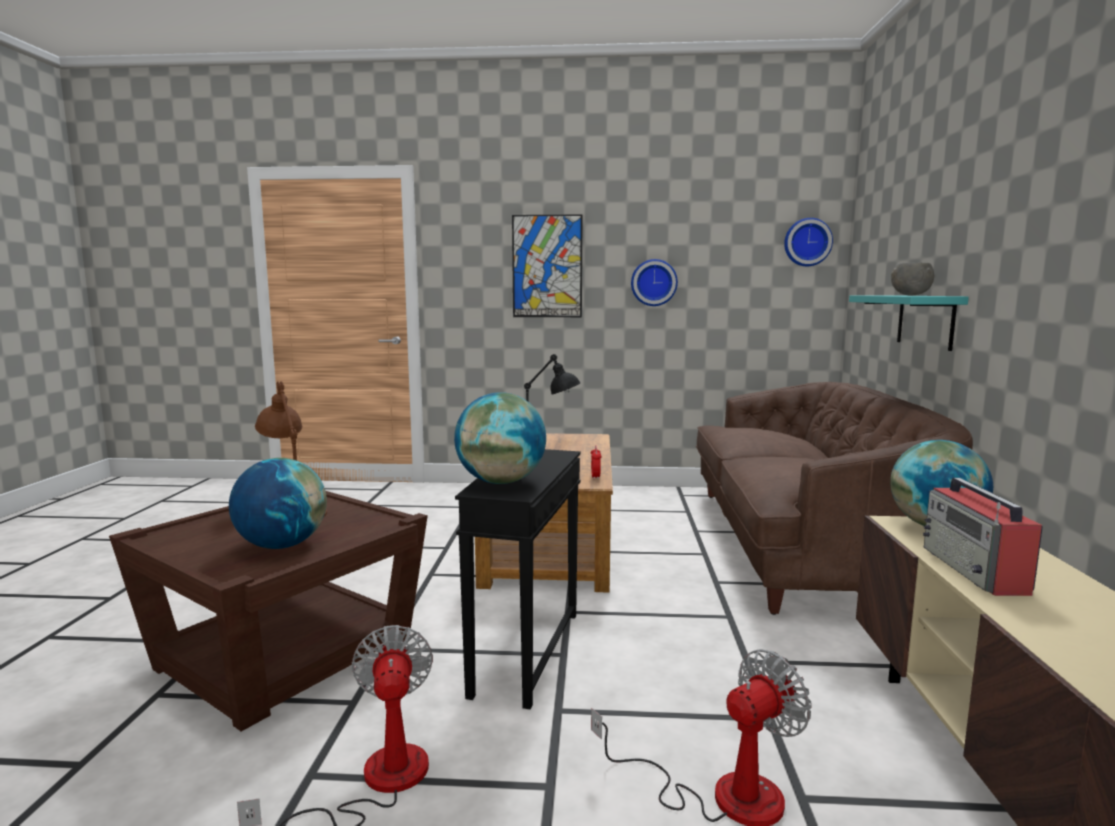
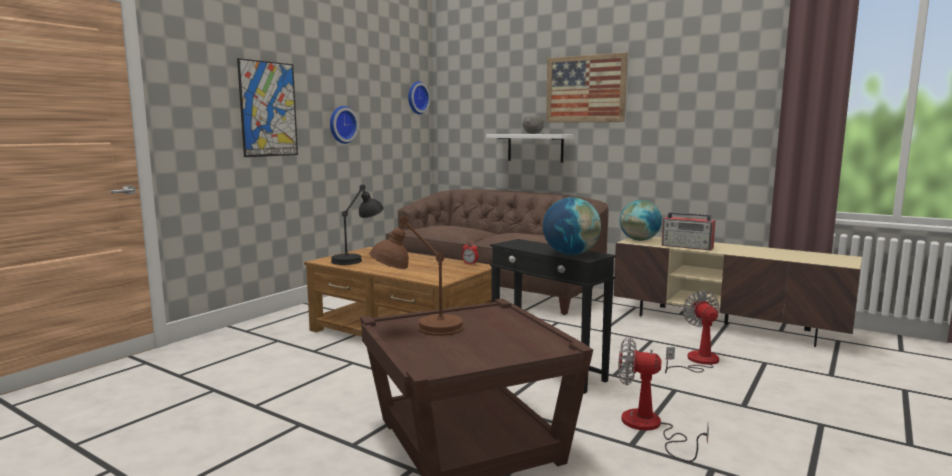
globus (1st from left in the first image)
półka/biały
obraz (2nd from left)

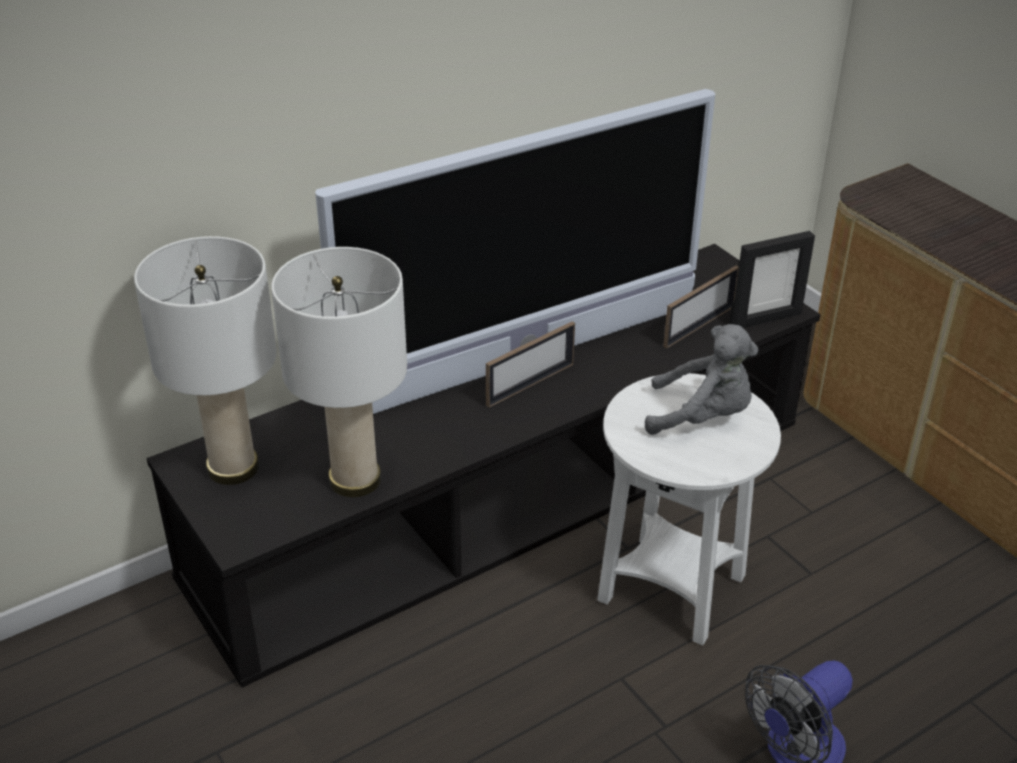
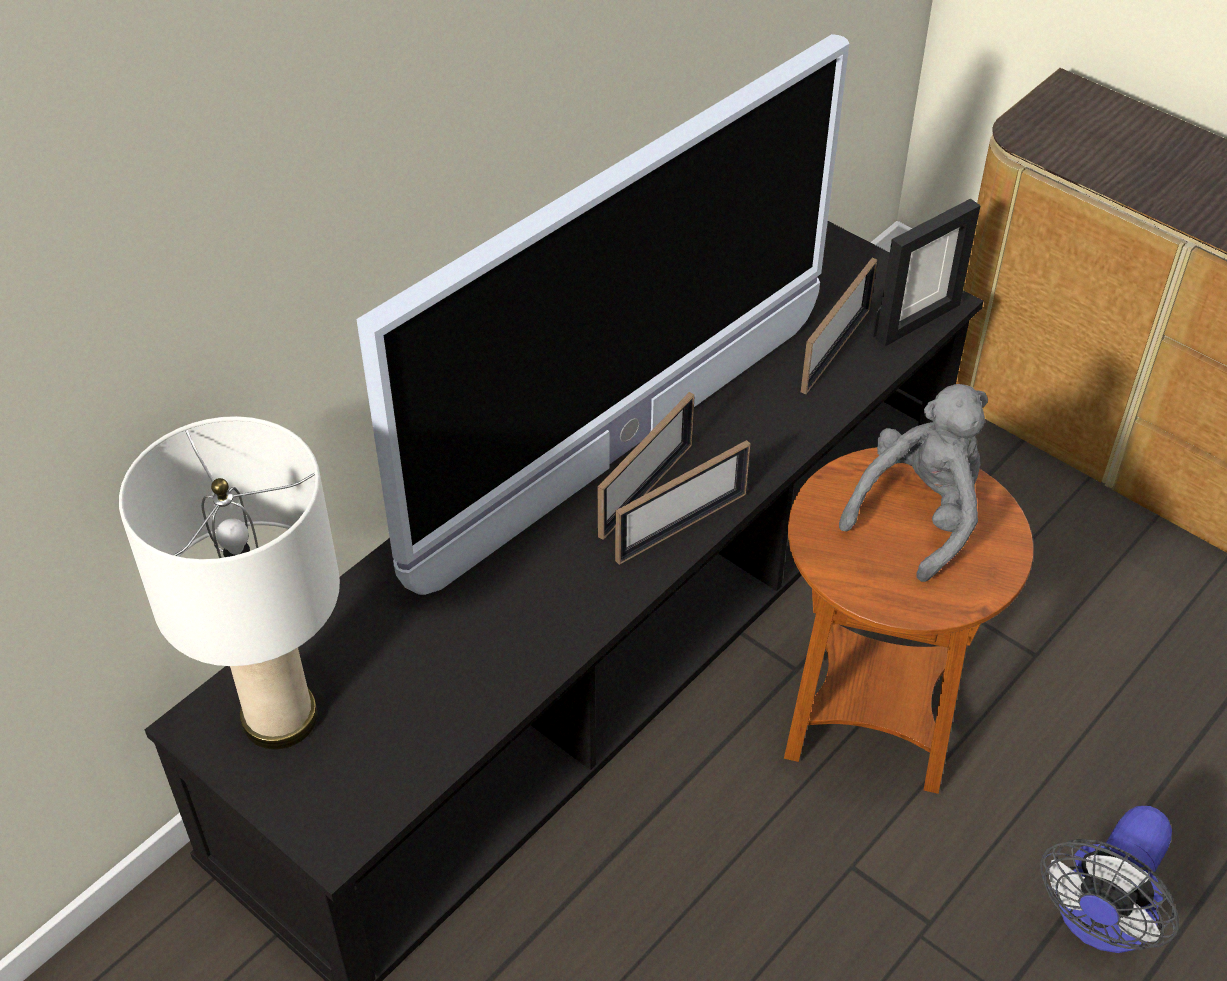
lampa stołowa/biały (2nd from left in the first image)
stolik/brązowy
pluszak/szary
ramka na zdjęcie (2nd from left)

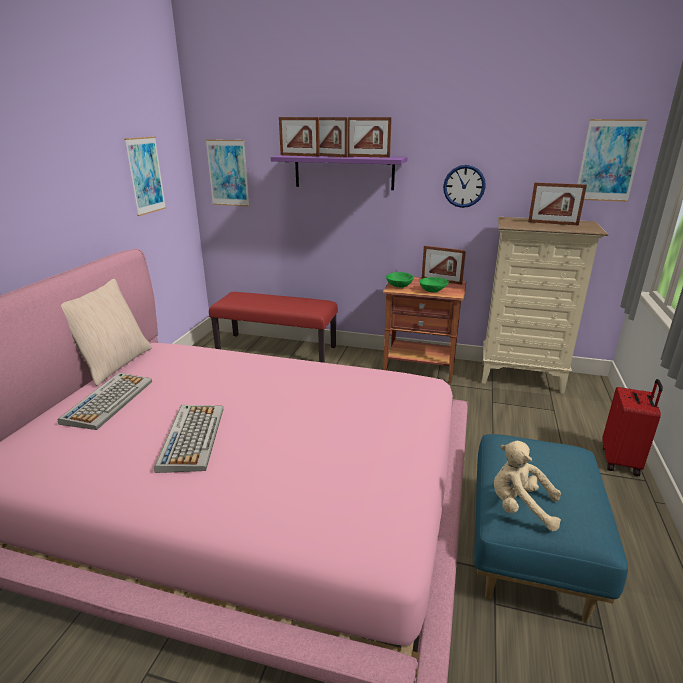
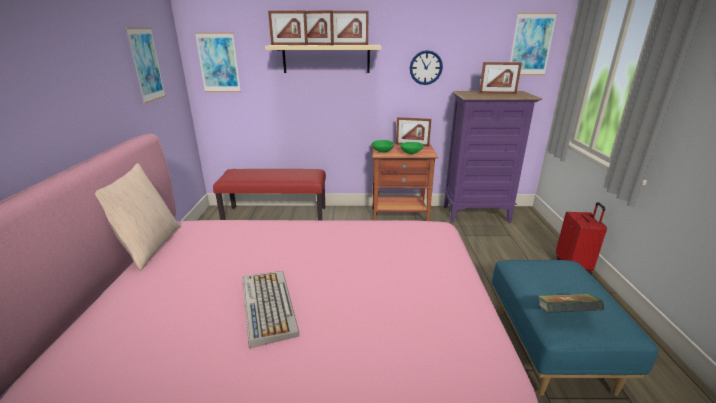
klawiatura (1st from left in the first image)
półka/beżowy
komoda/fioletowy
książka

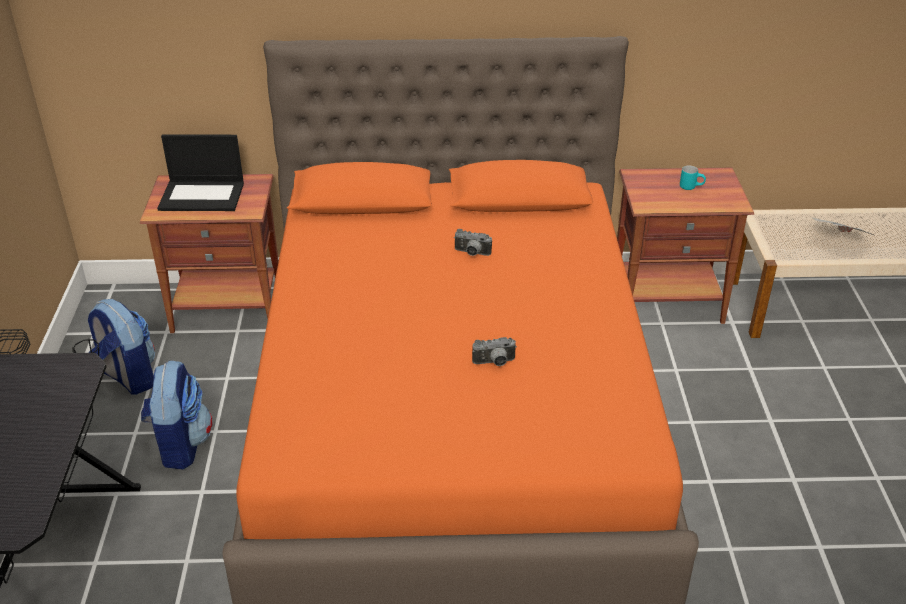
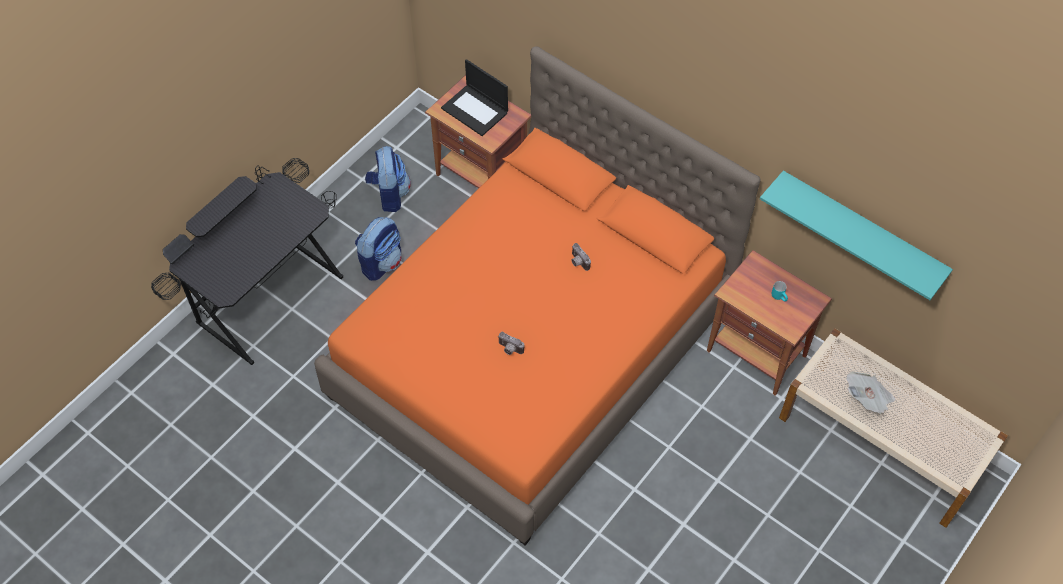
półka/turkusowy

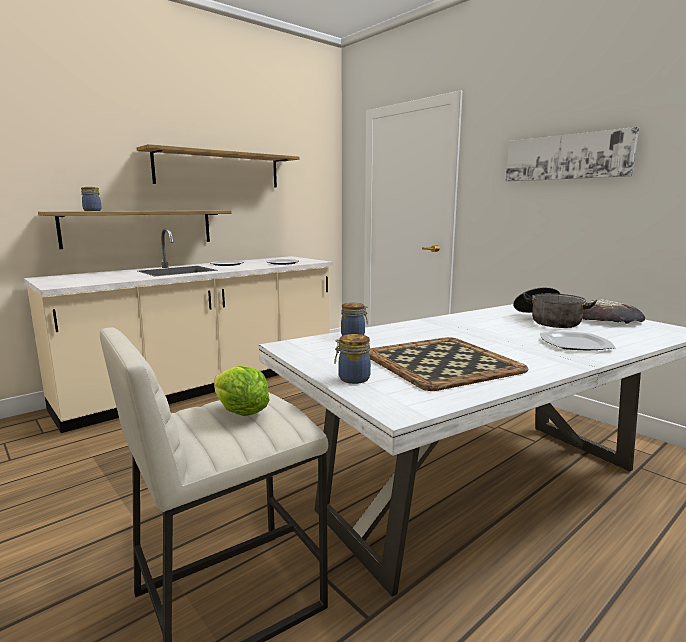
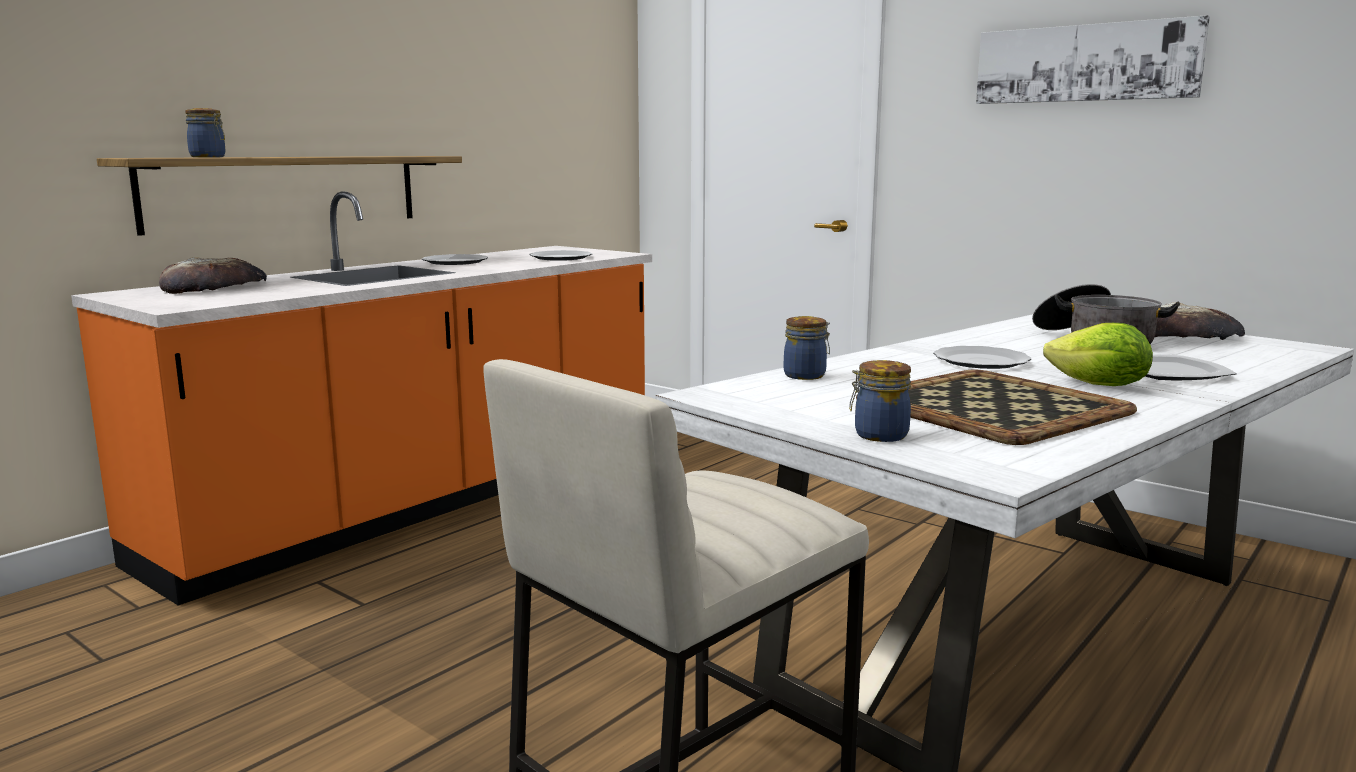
zabudowa kuchenna/pomarańczowy
półka (2nd from left in the first image)
sałata
chleb (1st from left)
talerz (3rd from left)

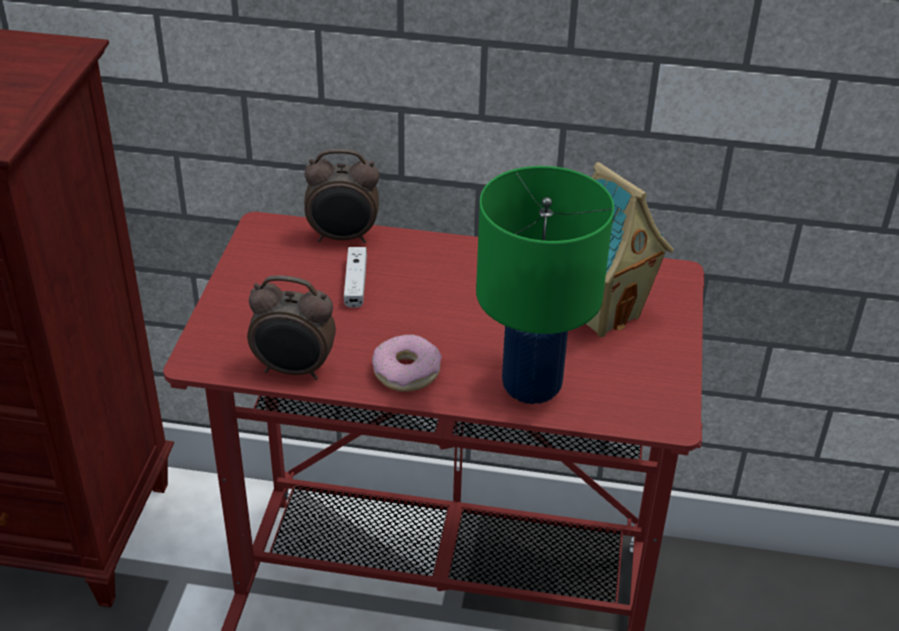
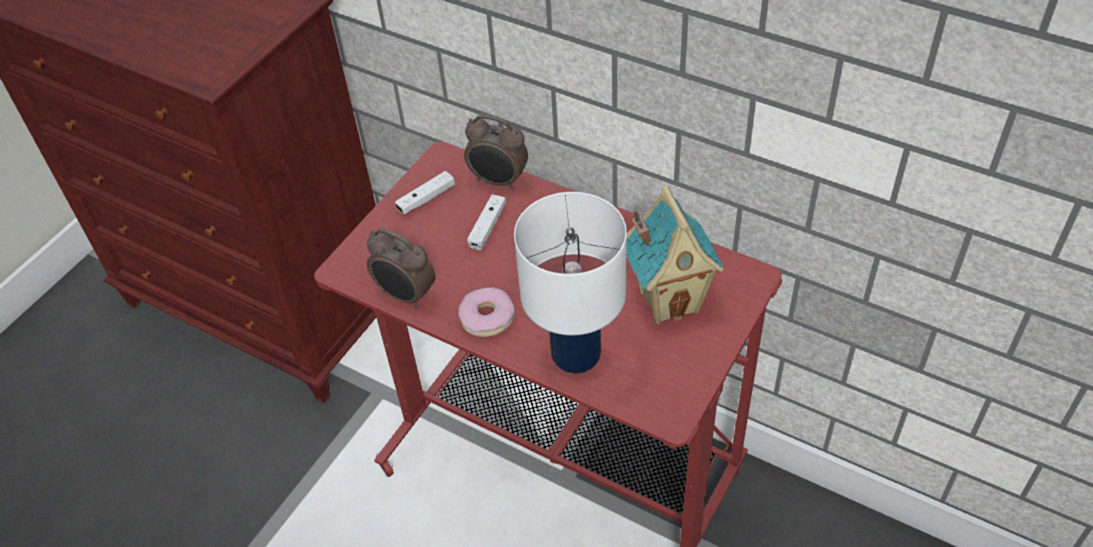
lampa stołowa/biały
pad do gier/biały (1st from left)

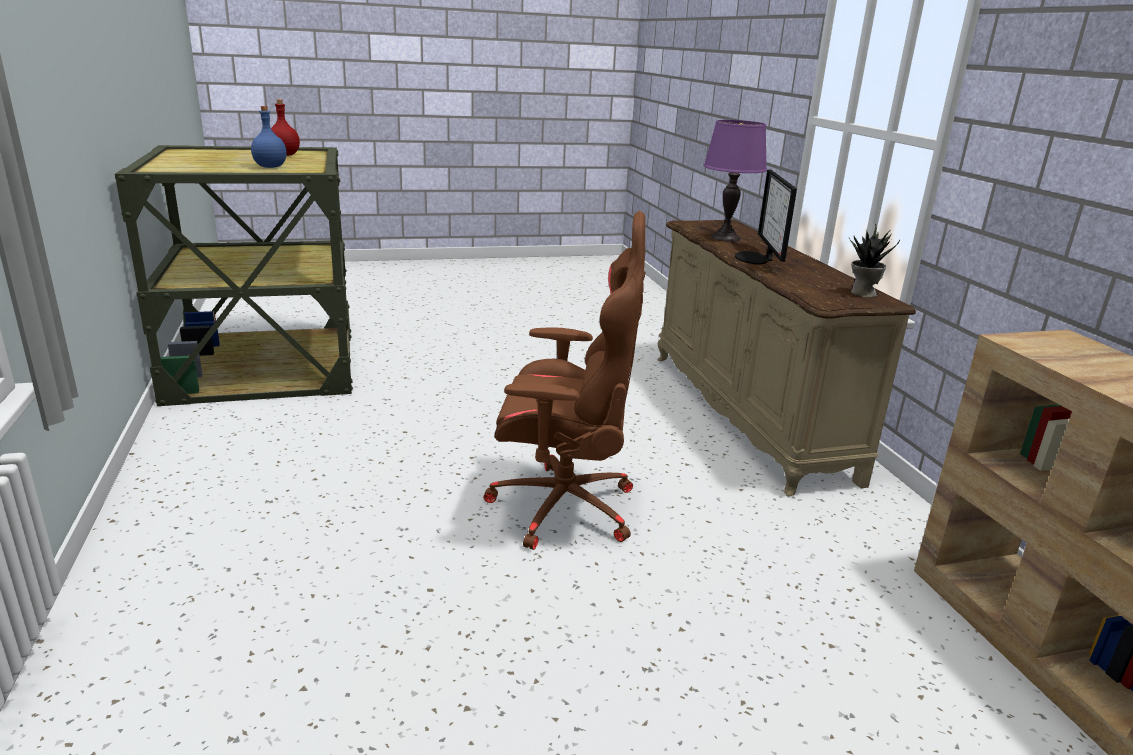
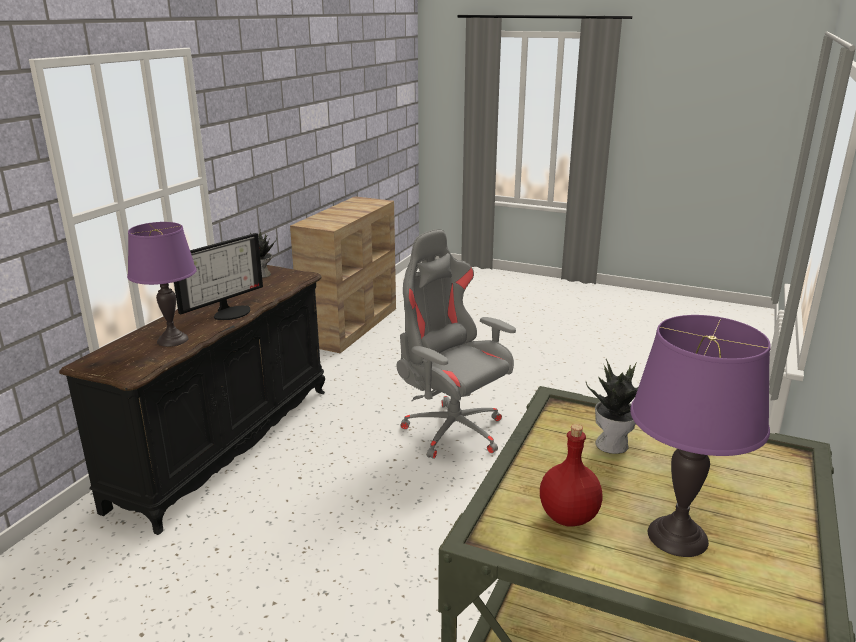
roślina doniczkowa (2nd from left)
krzesło biurowe/szary
szafka/czarny
lampa stołowa/fioletowy (2nd from left)

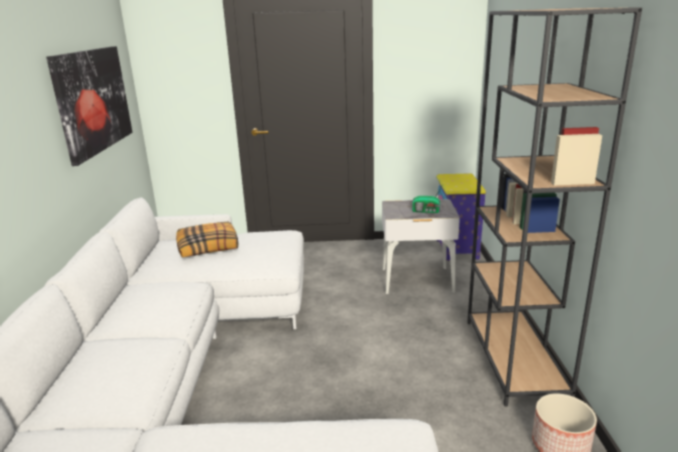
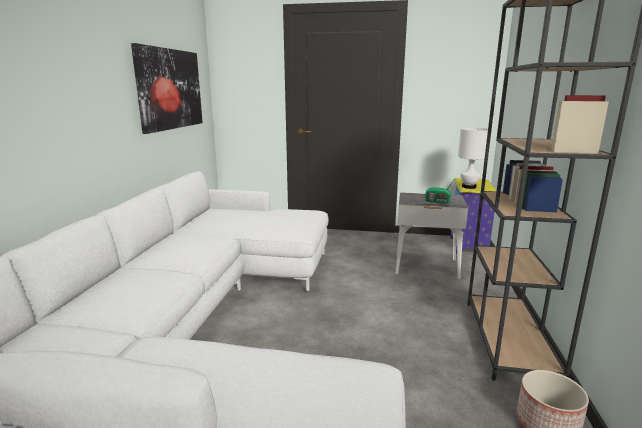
poduszka
lampa stołowa/biały

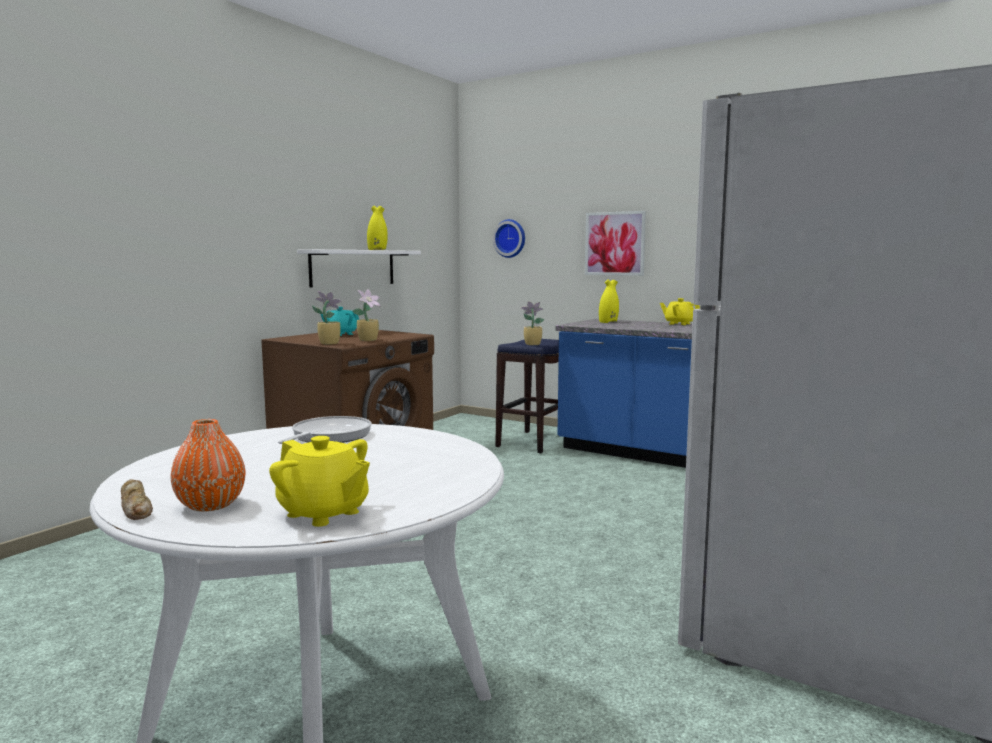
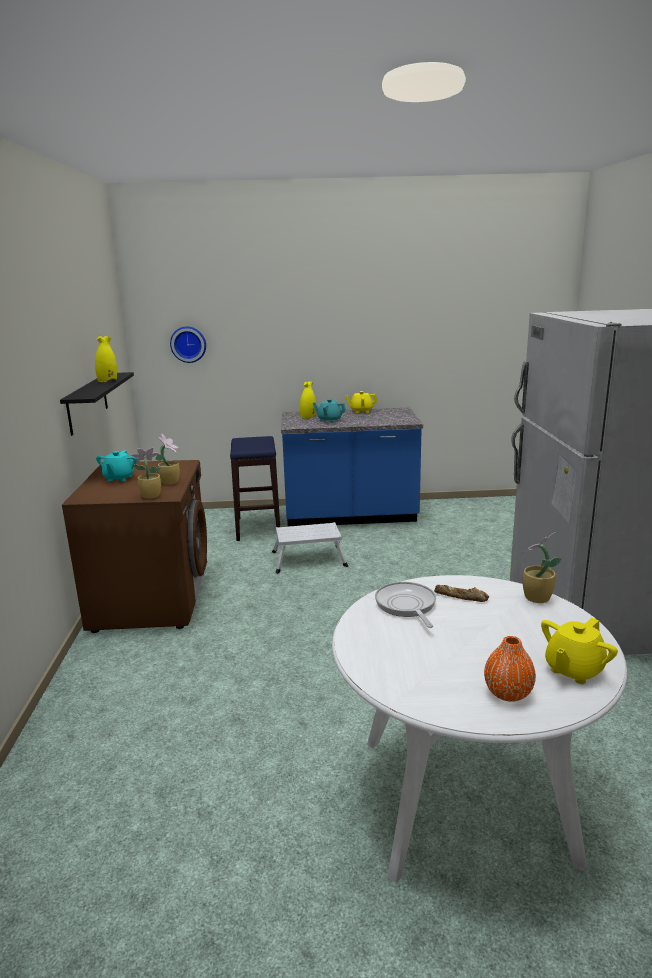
chleb
imbryk/żółty (2nd from left)
półka/czarny
roślina doniczkowa (3rd from left)
obraz
drabinka/biały
imbryk/turkusowy (2nd from left)

